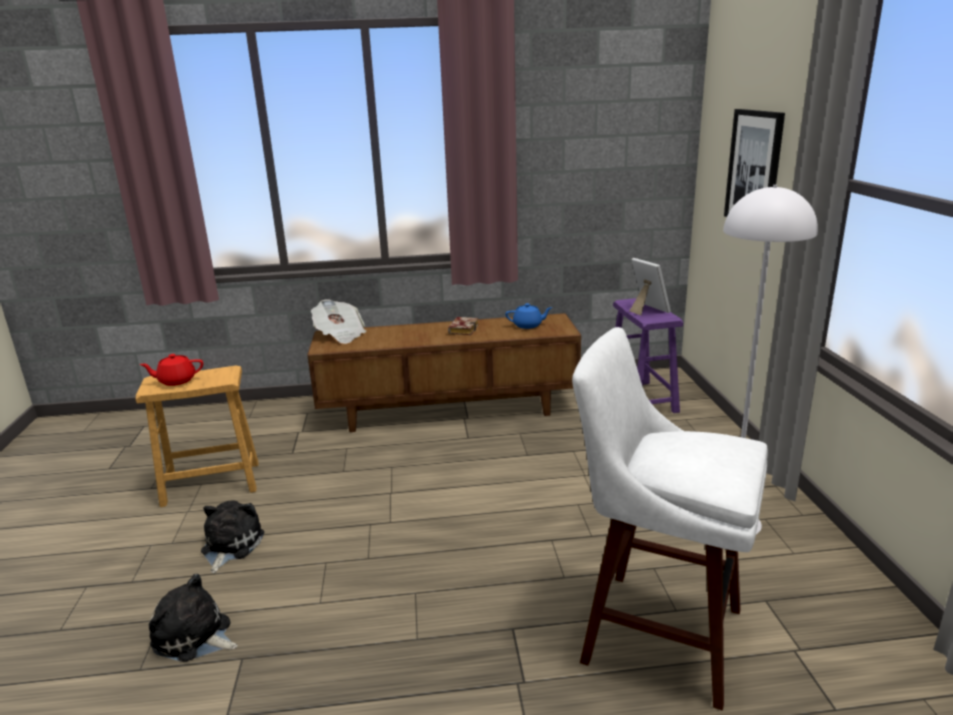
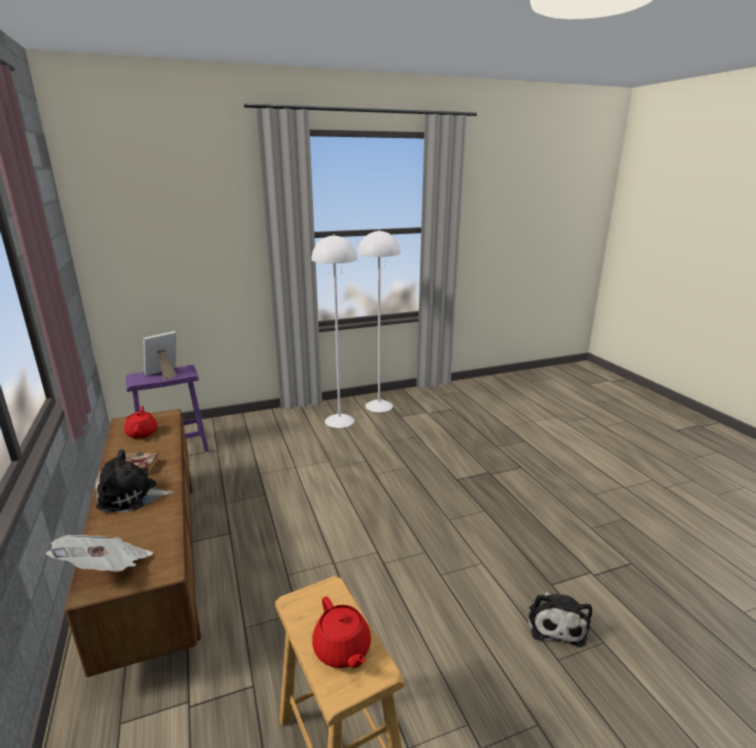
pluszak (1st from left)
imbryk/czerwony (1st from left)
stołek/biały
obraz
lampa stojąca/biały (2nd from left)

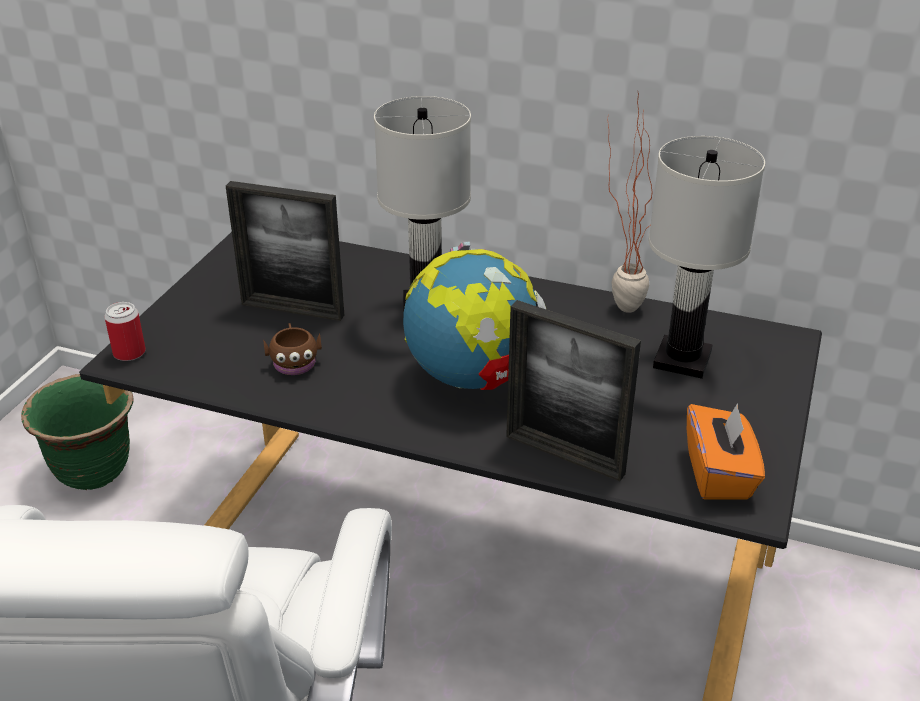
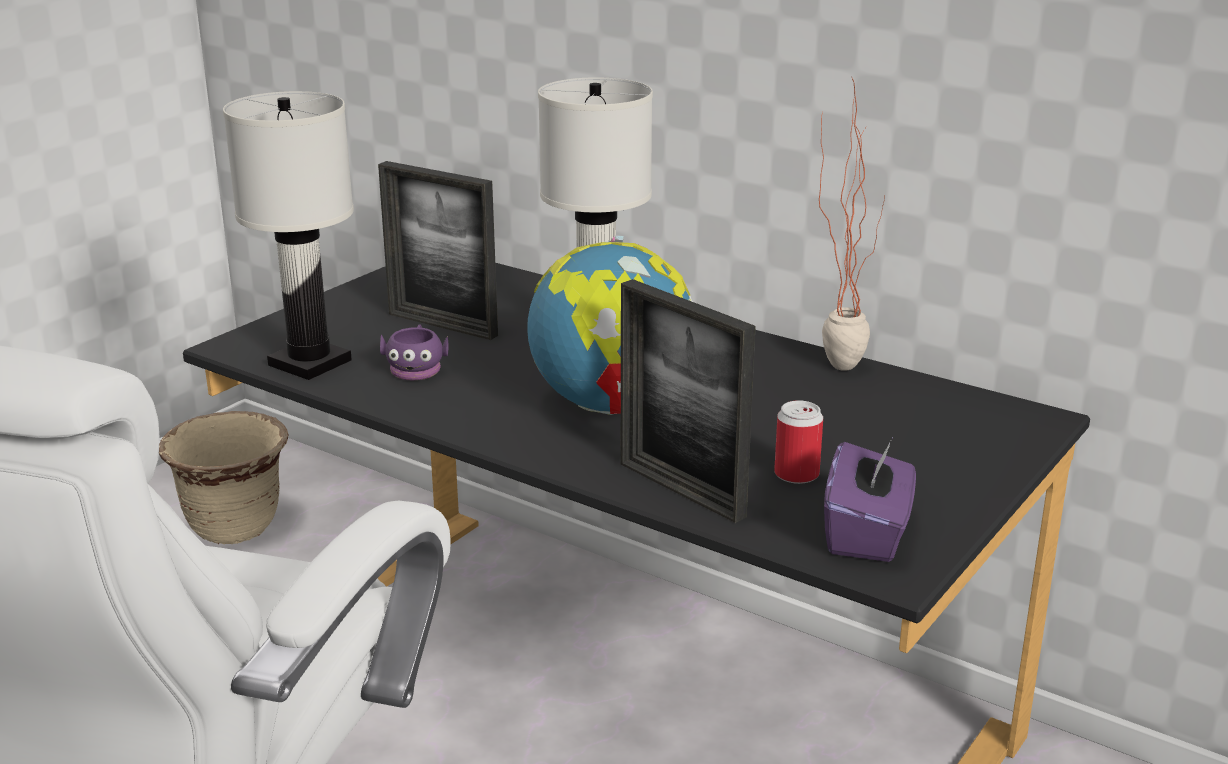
donica/beżowy
puszka
kubek/fioletowy
lampa stołowa/biały (1st from left)
pudełko chusteczek/fioletowy

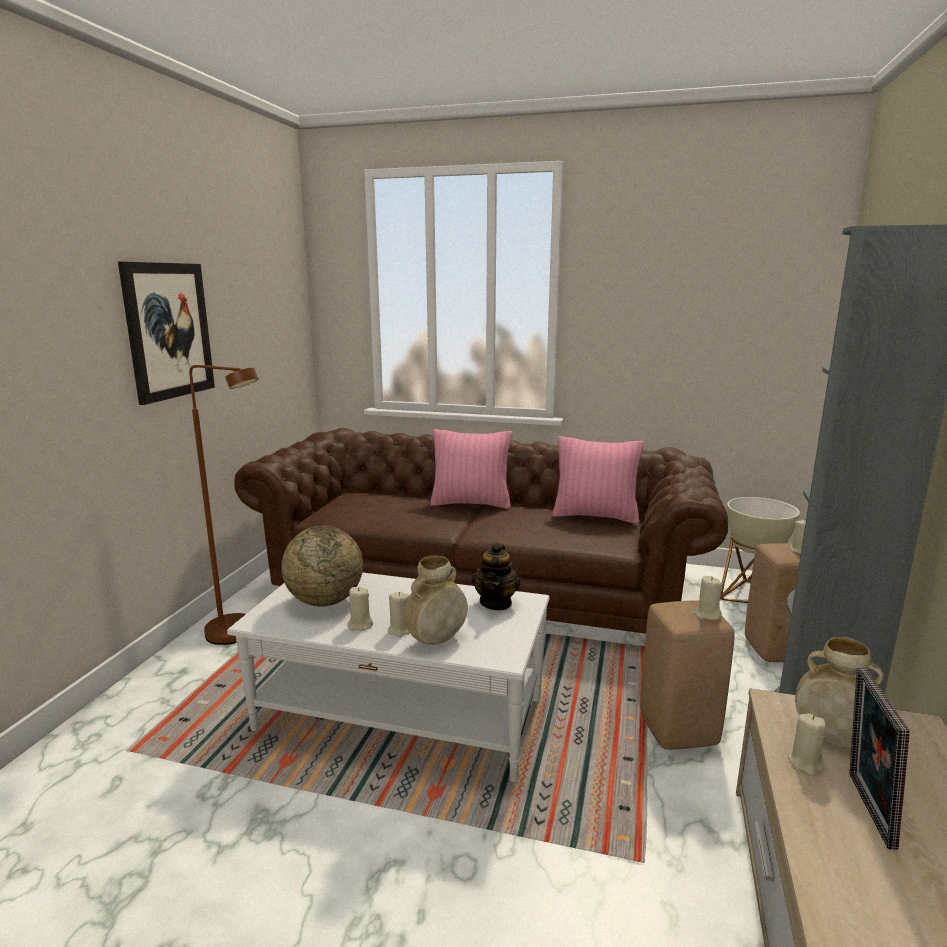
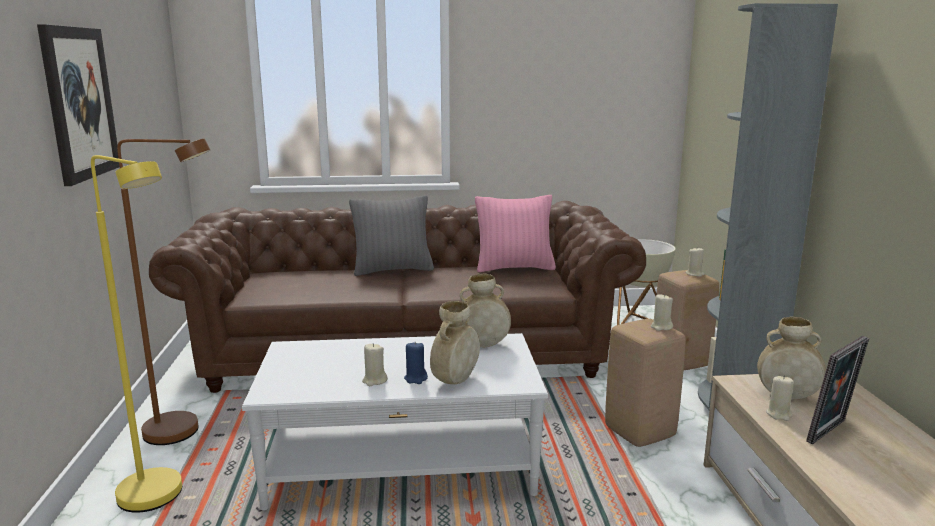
globus
świeca/niebieski
poduszka/szary
wazon/beżowy (2nd from left)
ramka na zdjęcie
lampa stojąca/żółty

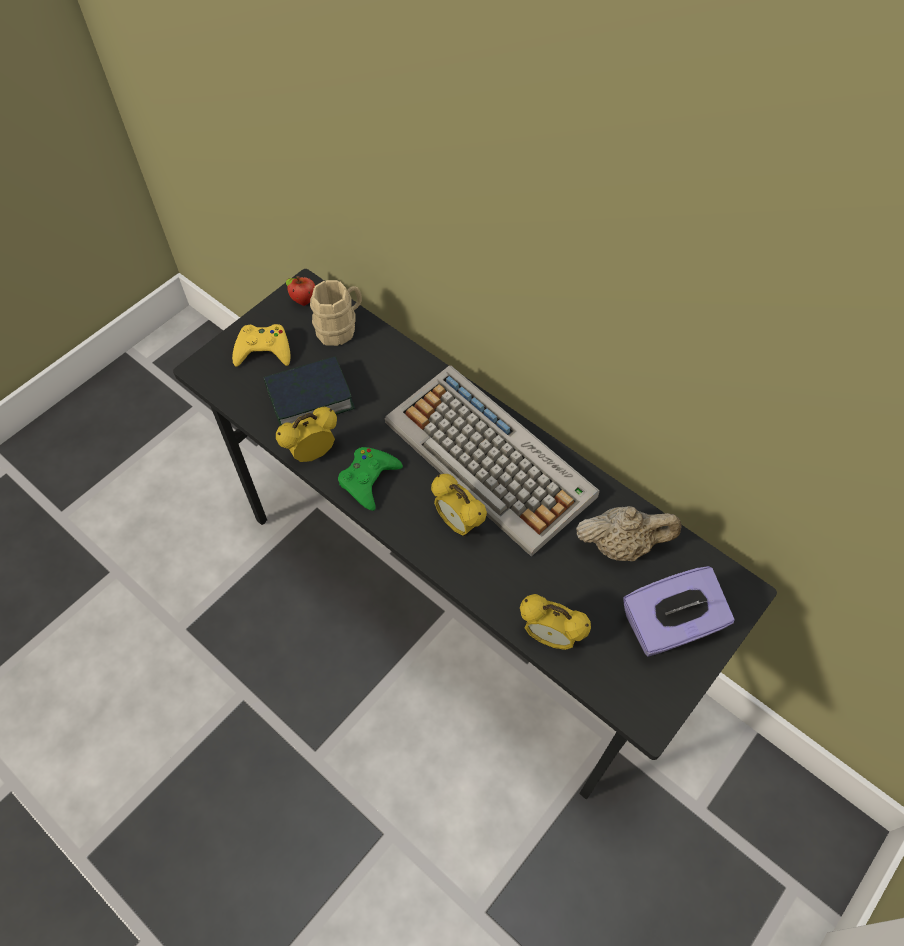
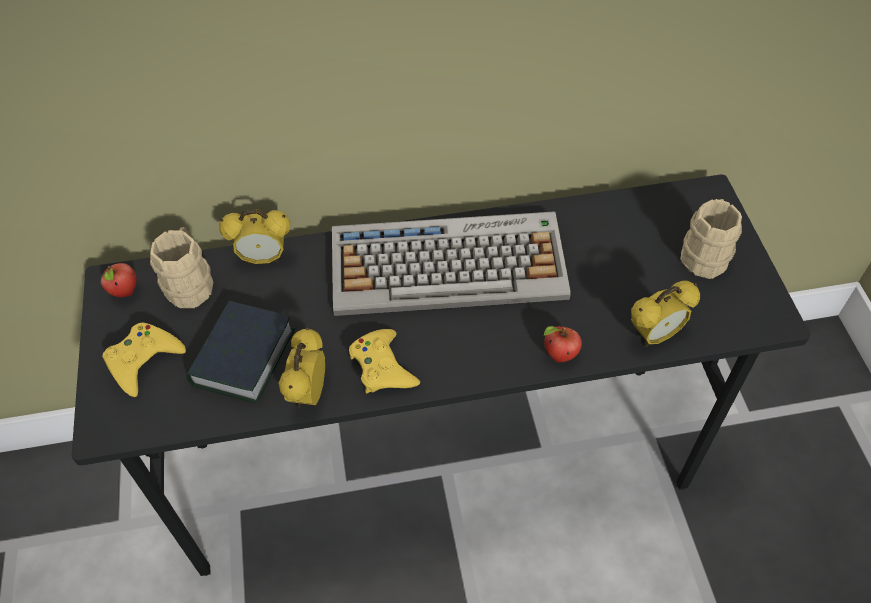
pad do gier/żółty (2nd from left)
budzik (1st from left)
imbryk/beżowy
kubek/beżowy (2nd from left)
jabłko (2nd from left)

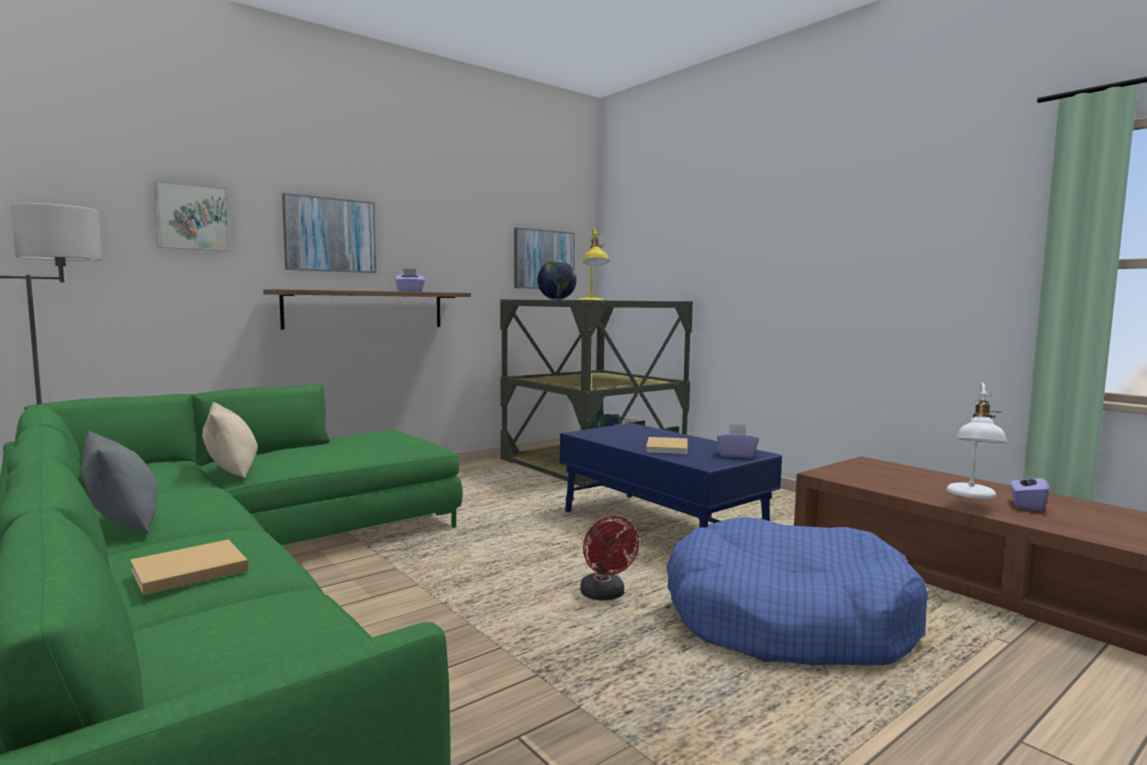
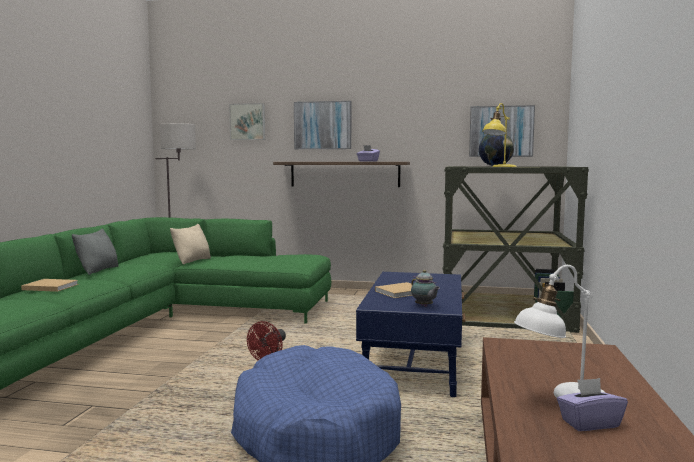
imbryk

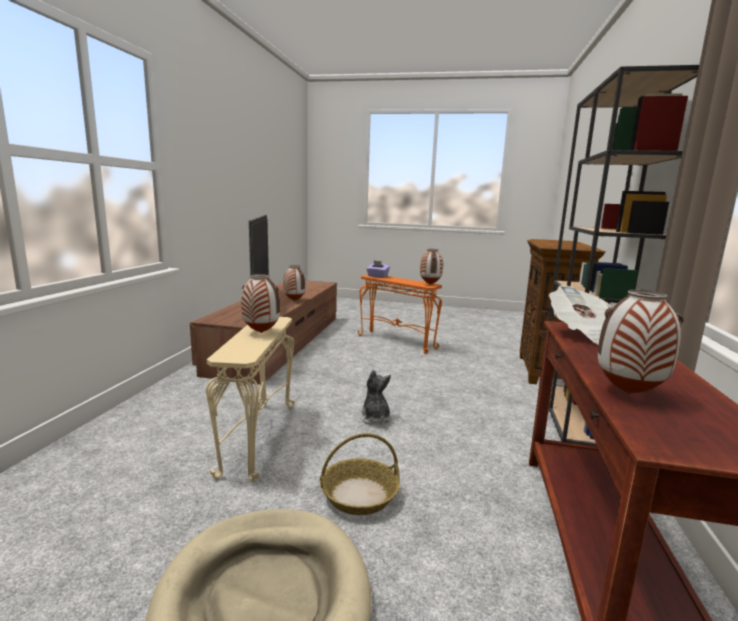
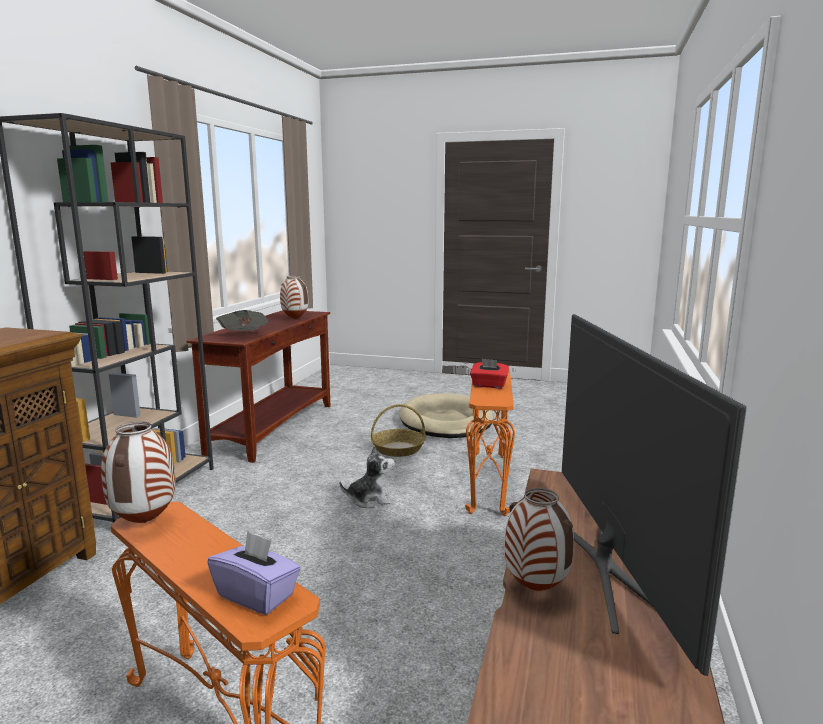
stolik/pomarańczowy (2nd from left)
pudełko chusteczek/czerwony
pluszak

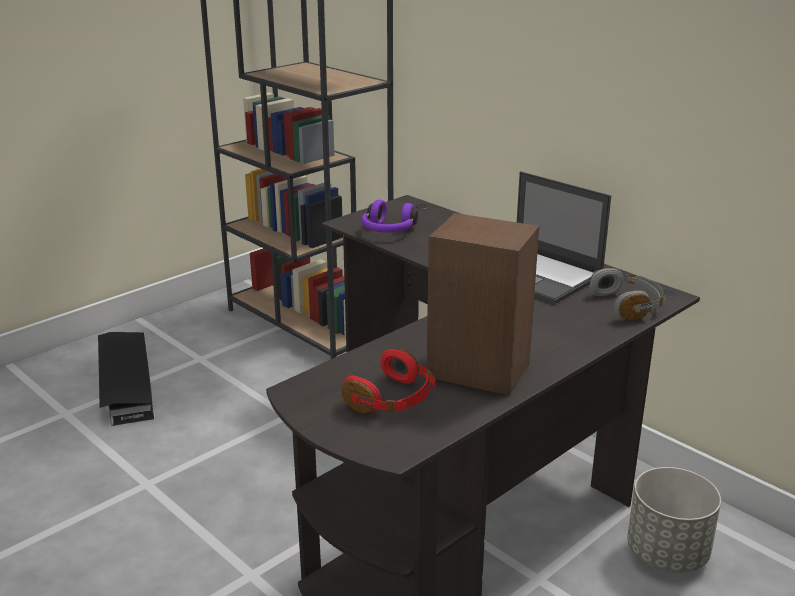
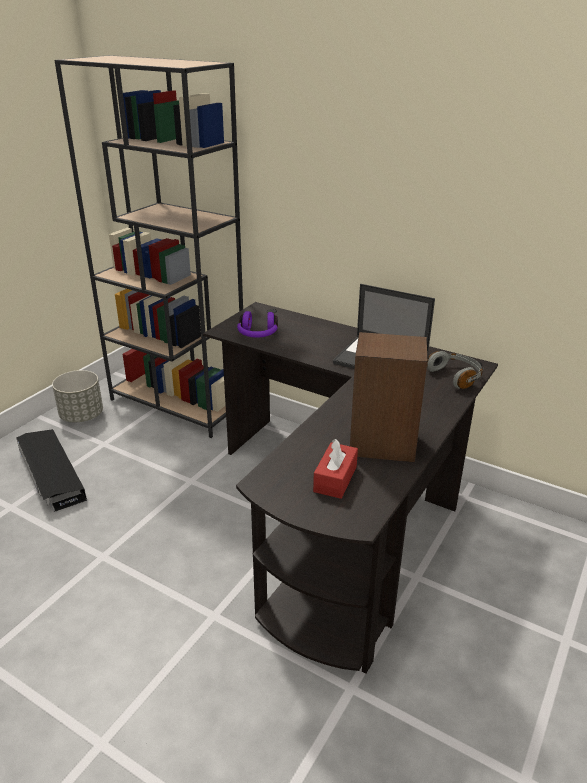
pudełko chusteczek/czerwony
donica/szary

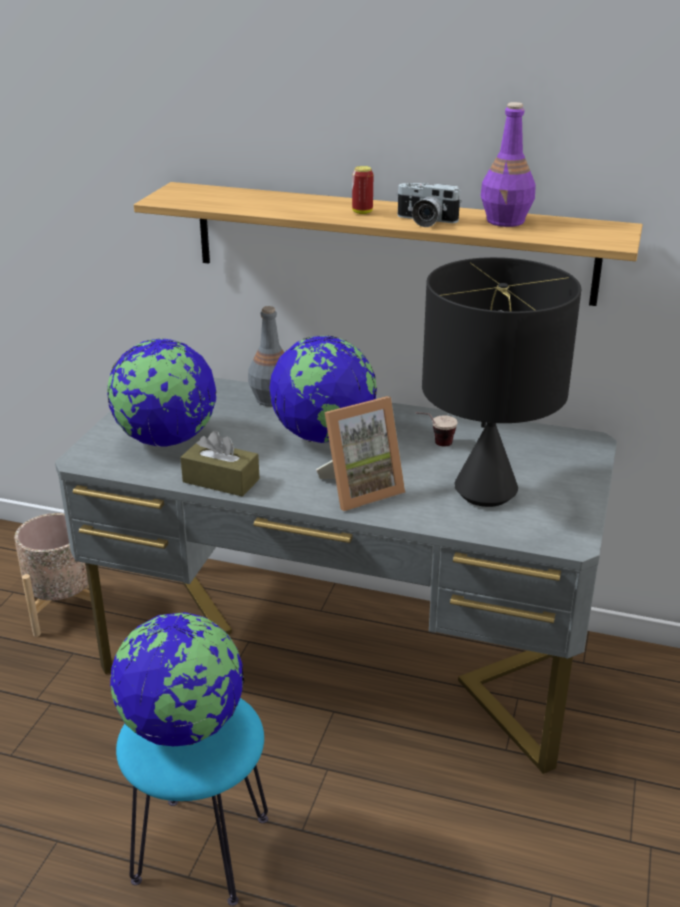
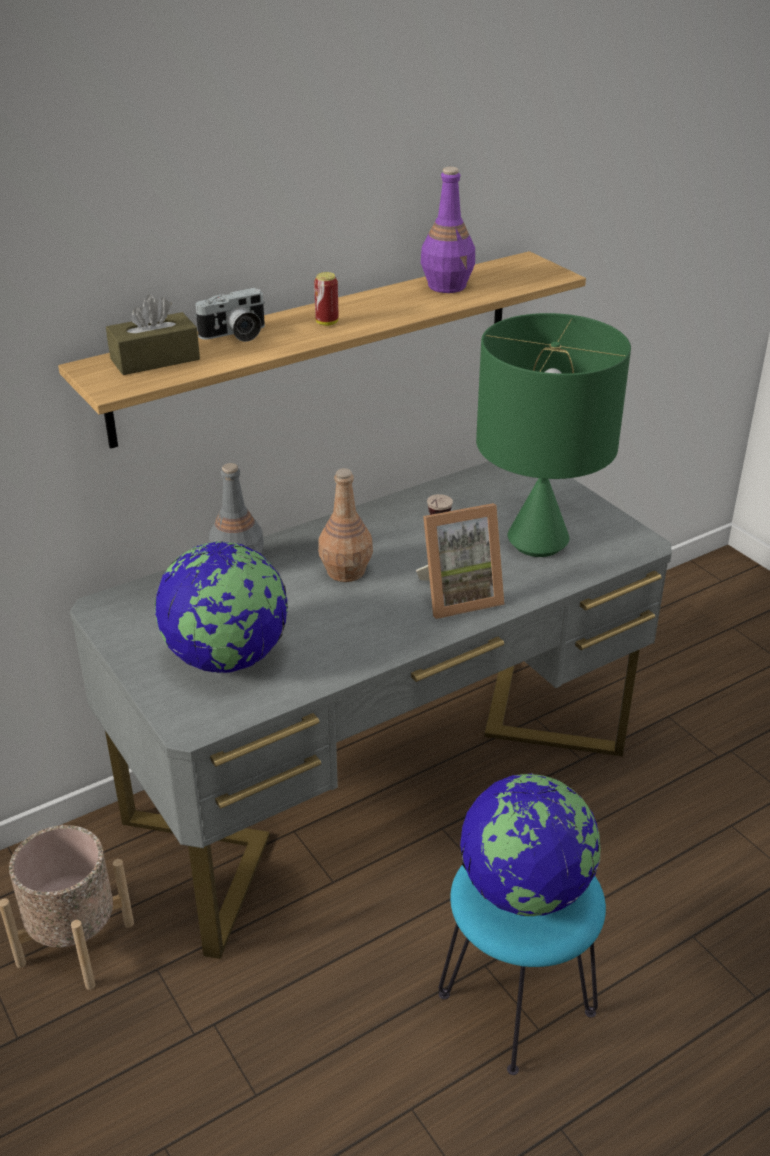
pudełko chusteczek/brązowy
butelka/brązowy
ramka na zdjęcie
aparat fotograficzny
lampa stołowa/zielony

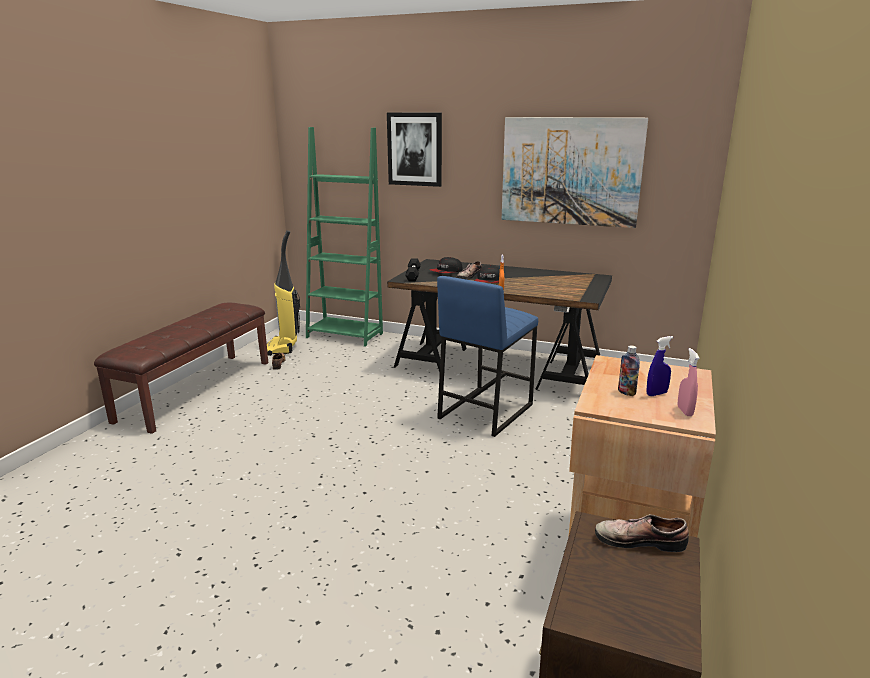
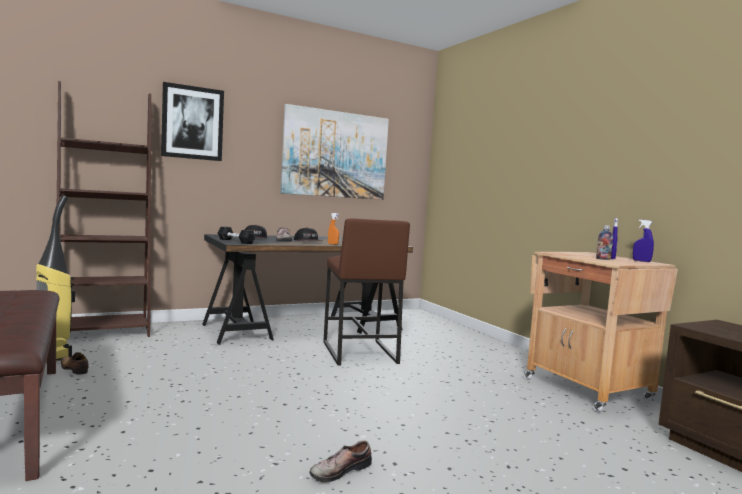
regał/brązowy
stołek/brązowy
but (3rd from left)
spryskiwacz/niebieski (2nd from left)

